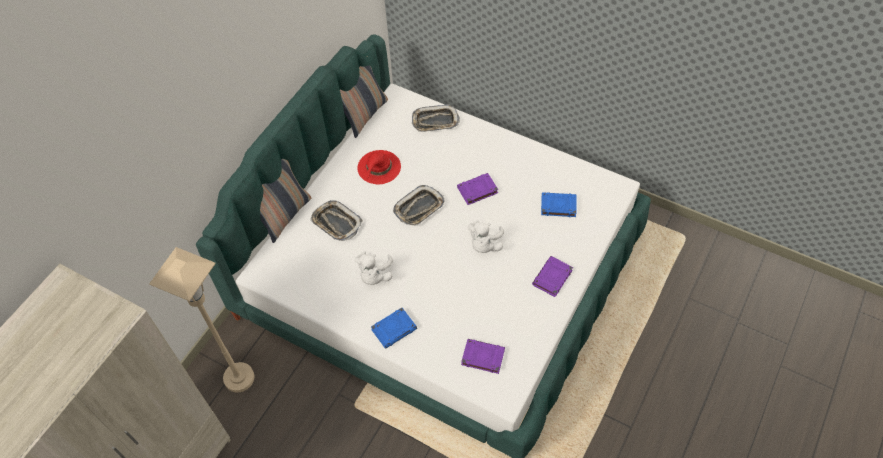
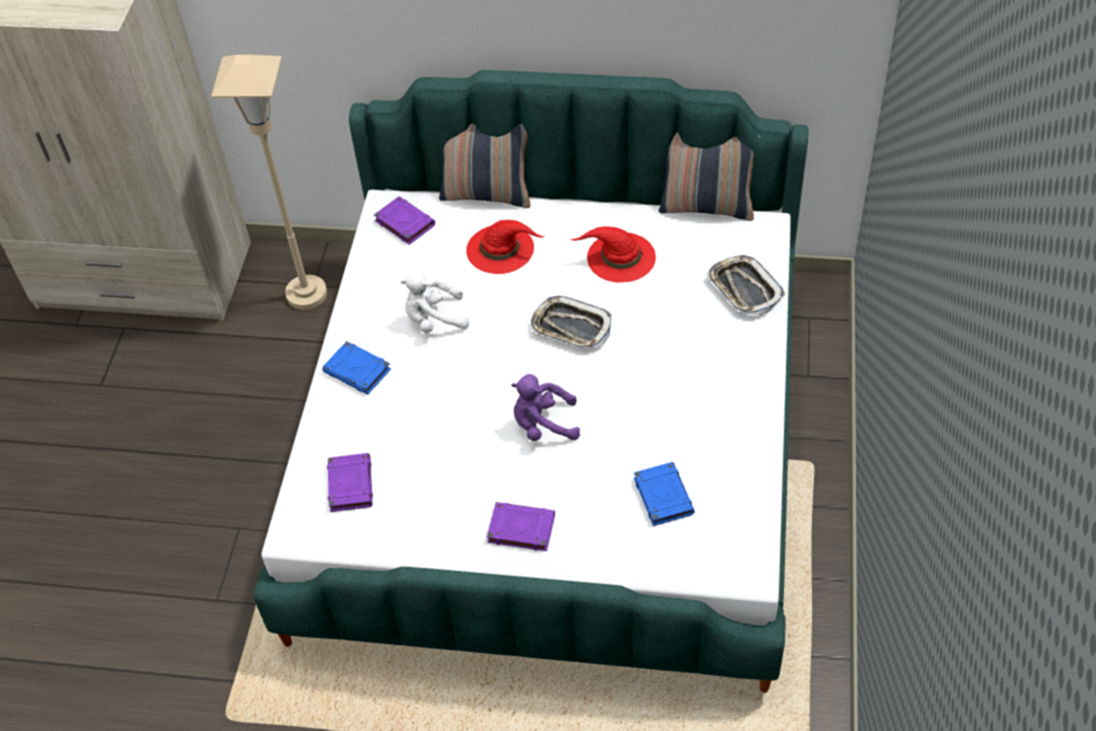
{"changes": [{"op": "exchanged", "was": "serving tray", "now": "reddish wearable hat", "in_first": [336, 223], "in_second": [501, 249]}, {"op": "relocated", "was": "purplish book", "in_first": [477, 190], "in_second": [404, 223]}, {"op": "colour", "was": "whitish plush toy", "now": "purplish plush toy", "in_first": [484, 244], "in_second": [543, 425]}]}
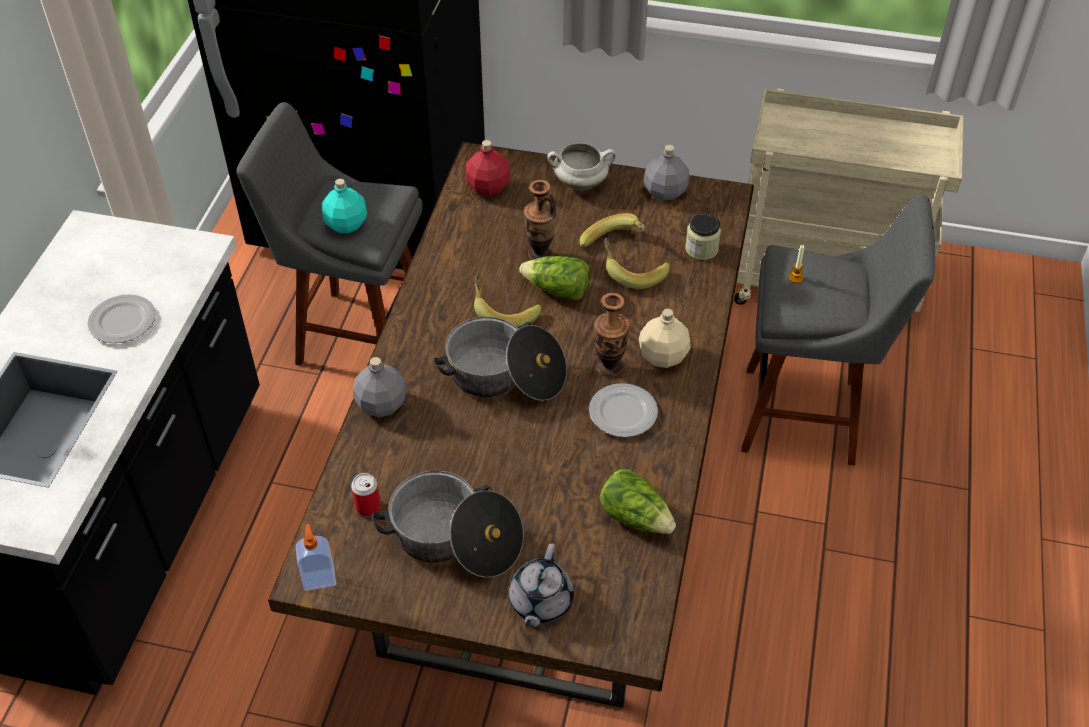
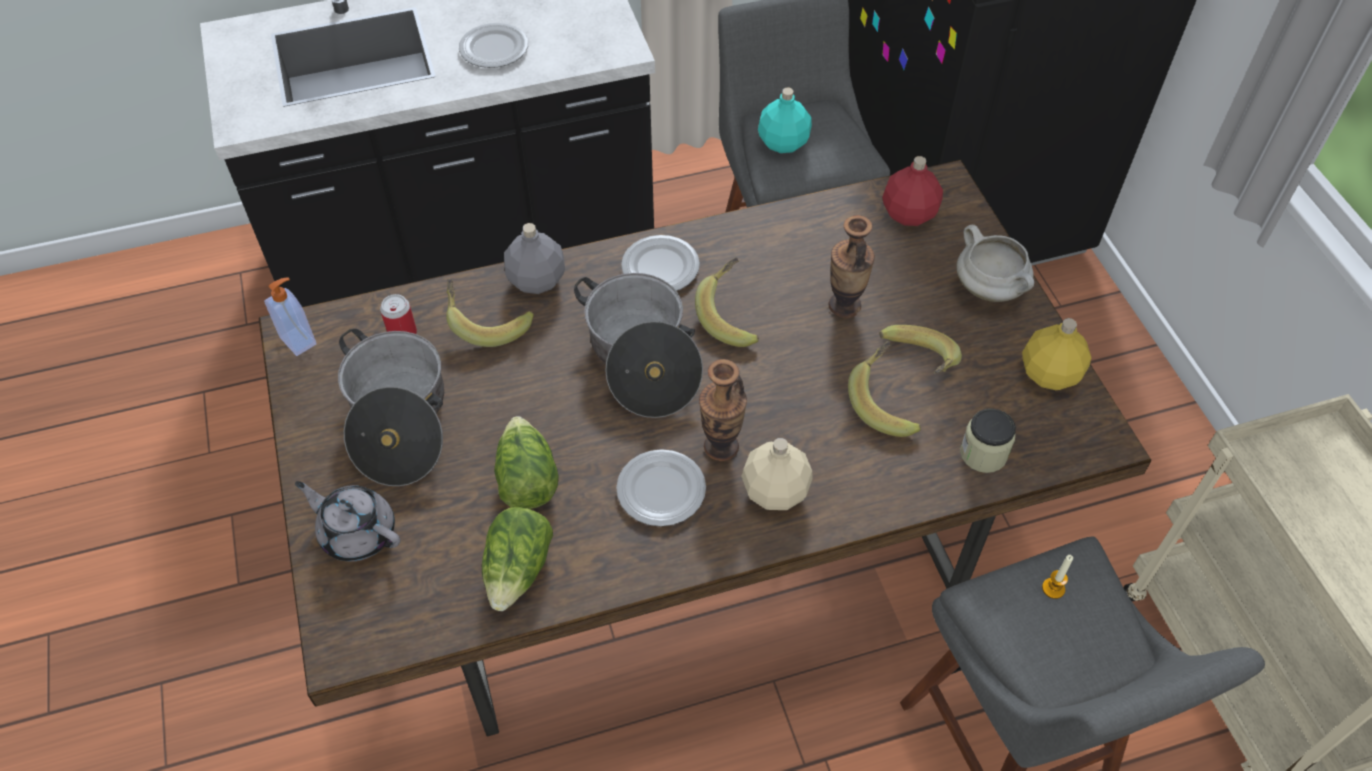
{"changes": [{"op": "spun", "was": "grey teapot", "in_first": [540, 602], "in_second": [357, 532], "clockwise": 45}, {"op": "relocated", "was": "lettuce", "in_first": [557, 290], "in_second": [526, 479]}, {"op": "colour", "was": "grey bottle", "now": "yellowish bottle", "in_first": [665, 192], "in_second": [1049, 374]}, {"op": "appeared", "now": "banana fruit", "in_second": [487, 322]}, {"op": "appeared", "now": "flat dish", "in_second": [660, 268]}]}
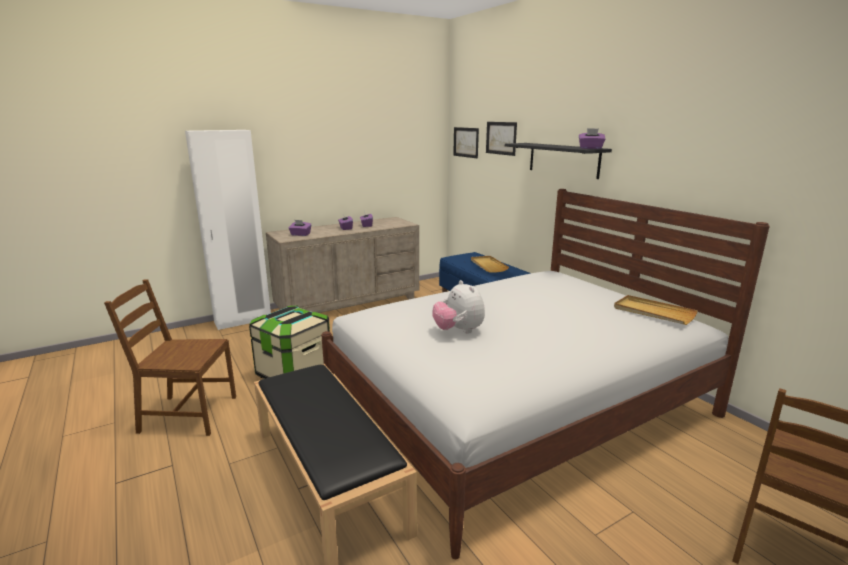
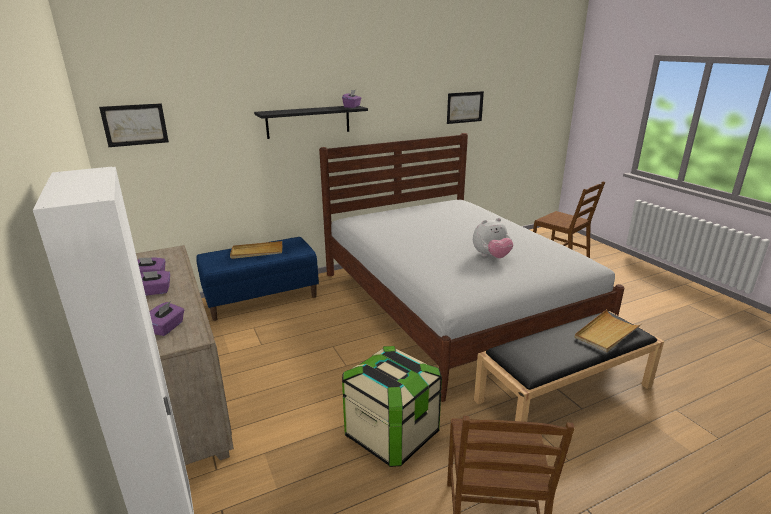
{"changes": [{"op": "relocated", "was": "wall art", "in_first": [501, 138], "in_second": [464, 107]}, {"op": "relocated", "was": "beige-coloured serving tray", "in_first": [653, 312], "in_second": [606, 333]}]}
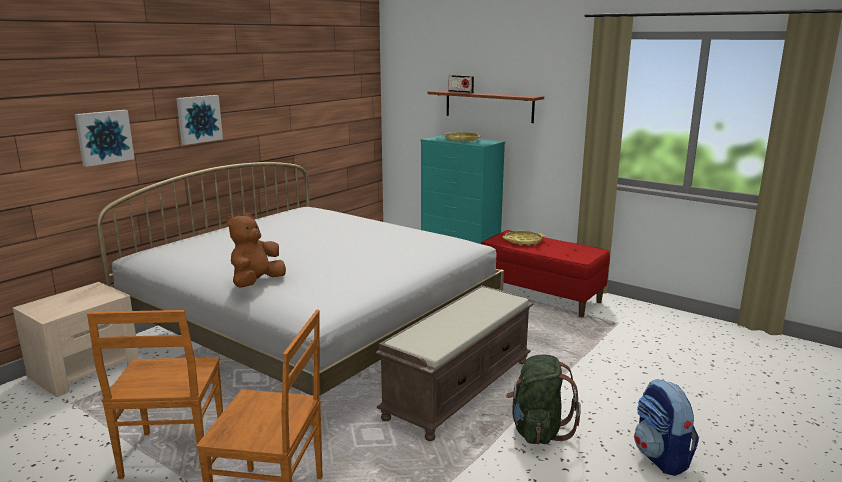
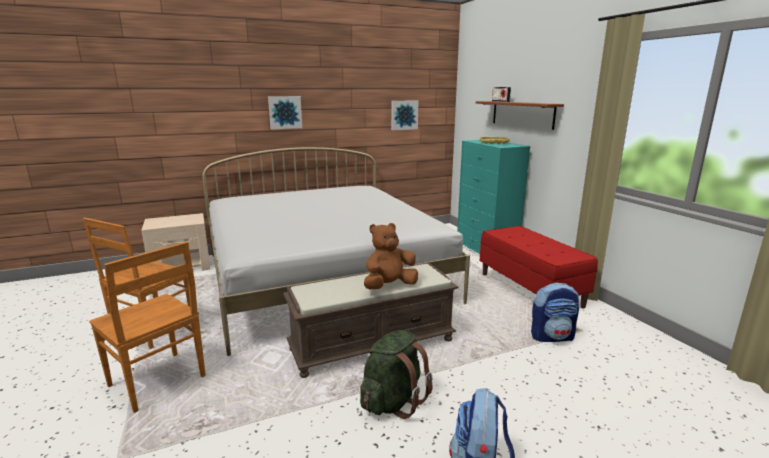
{"changes": [{"op": "relocated", "was": "wall art", "in_first": [104, 137], "in_second": [404, 115]}, {"op": "relocated", "was": "brown plush toy", "in_first": [256, 283], "in_second": [389, 286]}, {"op": "missing", "was": "yellowish serving tray", "in_first": [523, 241]}, {"op": "appeared", "now": "rucksack", "in_second": [552, 336]}]}
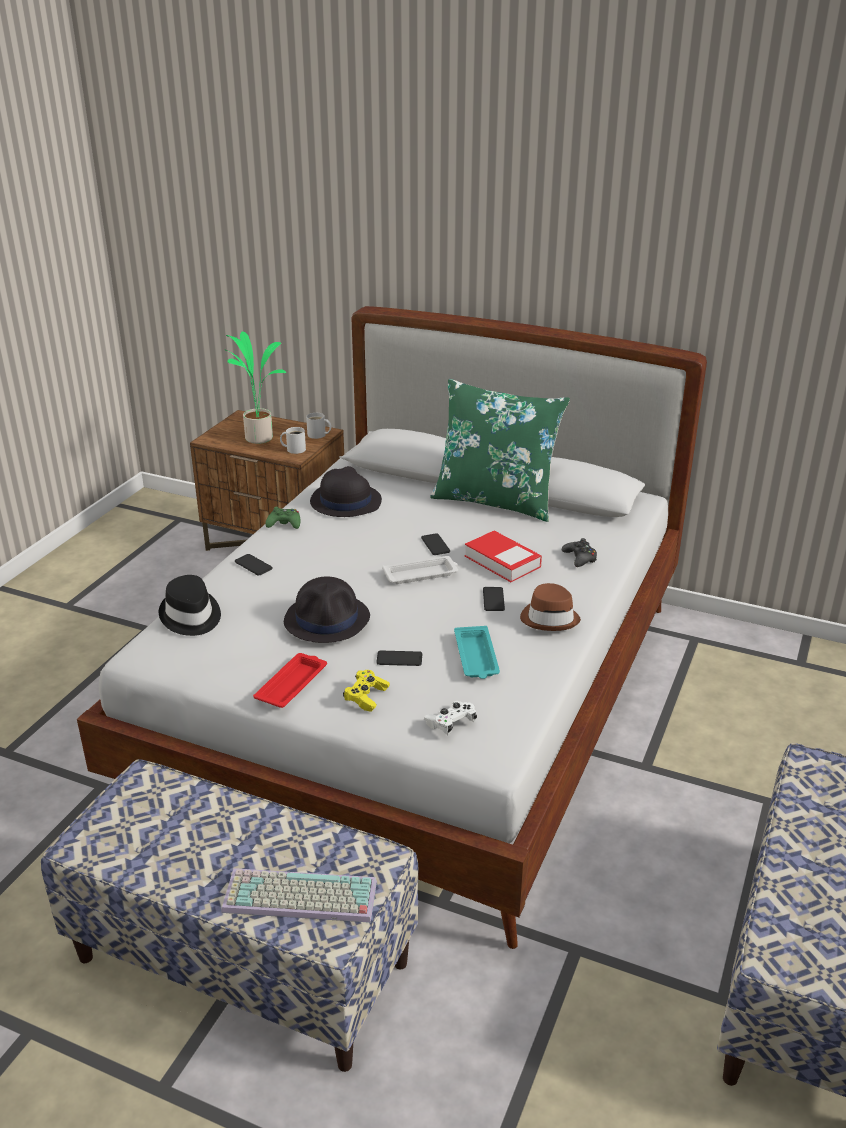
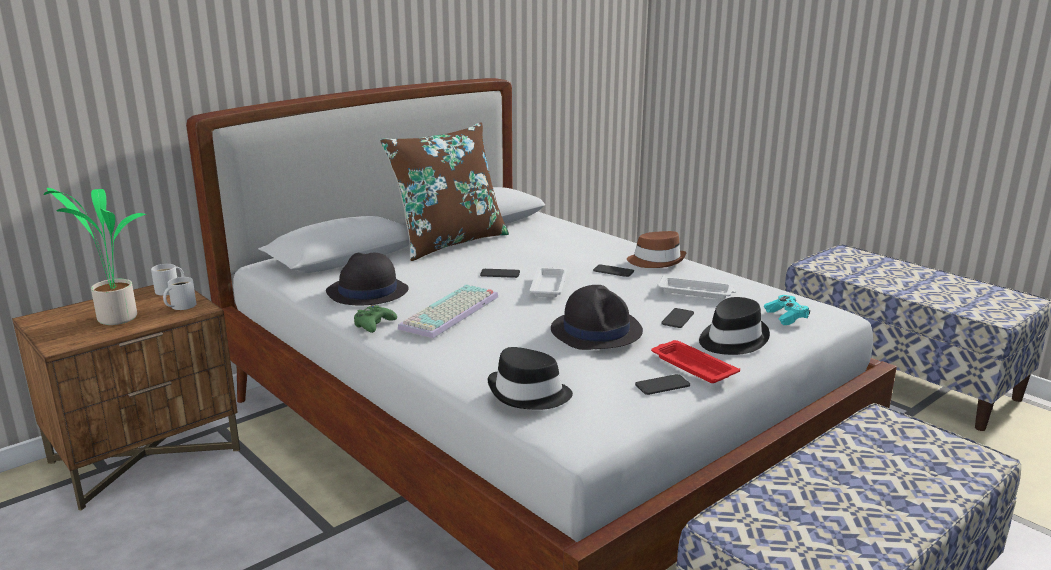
{"changes": [{"op": "relocated", "was": "keyboard", "in_first": [297, 898], "in_second": [451, 313]}, {"op": "relocated", "was": "phone", "in_first": [253, 565], "in_second": [662, 385]}, {"op": "exchanged", "was": "yellowish game controller", "now": "black-coloured wearable hat", "in_first": [366, 697], "in_second": [731, 339]}, {"op": "colour", "was": "whitish game controller", "now": "turquoise-coloured game controller", "in_first": [451, 723], "in_second": [786, 317]}, {"op": "colour", "was": "green cushion", "now": "brown cushion", "in_first": [495, 500], "in_second": [449, 242]}, {"op": "colour", "was": "turquoise-coloured serving tray", "now": "whitish serving tray", "in_first": [476, 657], "in_second": [696, 292]}, {"op": "missing", "was": "book", "in_first": [502, 561]}, {"op": "missing", "was": "black-coloured game controller", "in_first": [580, 558]}]}
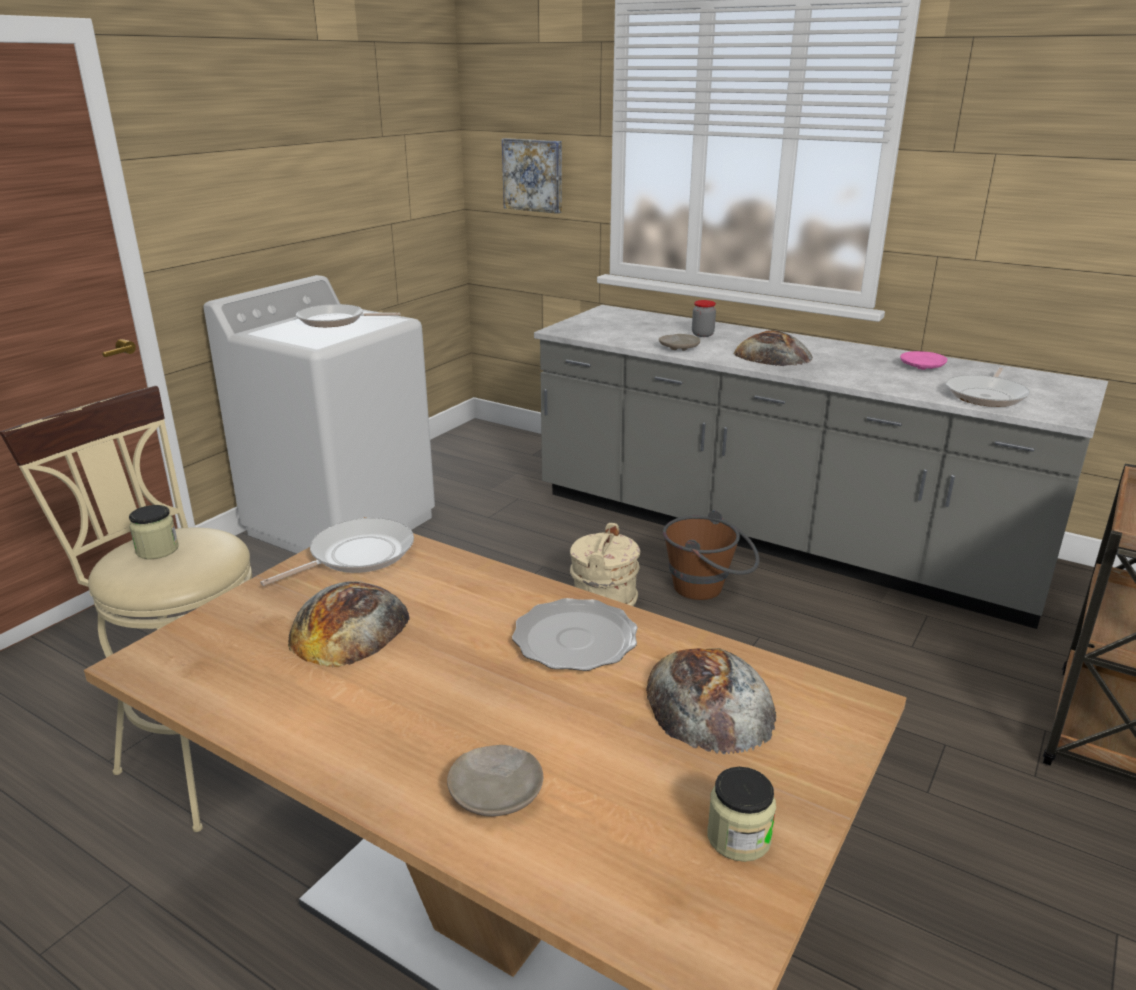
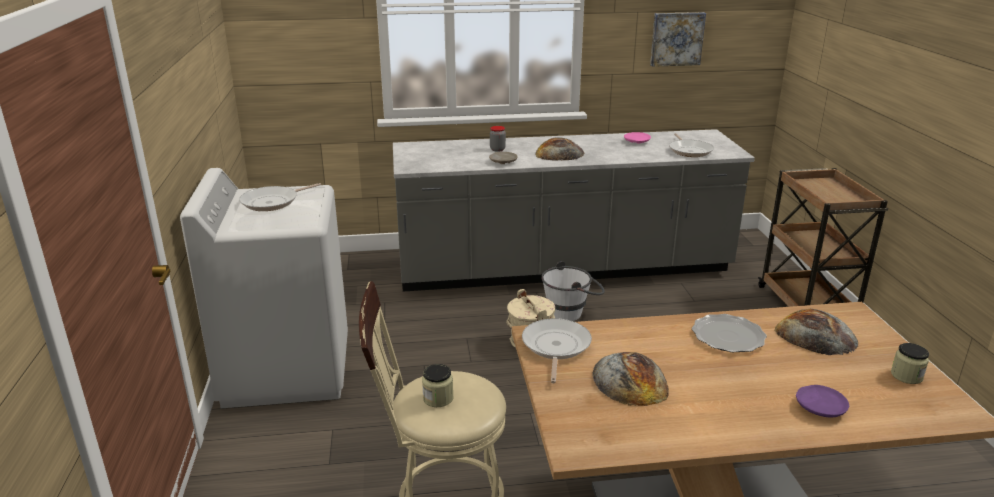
{"changes": [{"op": "colour", "was": "beige-coloured flat dish", "now": "purplish flat dish", "in_first": [497, 792], "in_second": [820, 407]}, {"op": "relocated", "was": "wall art", "in_first": [534, 175], "in_second": [676, 38]}, {"op": "colour", "was": "brown pail", "now": "whitish pail", "in_first": [708, 589], "in_second": [572, 312]}]}
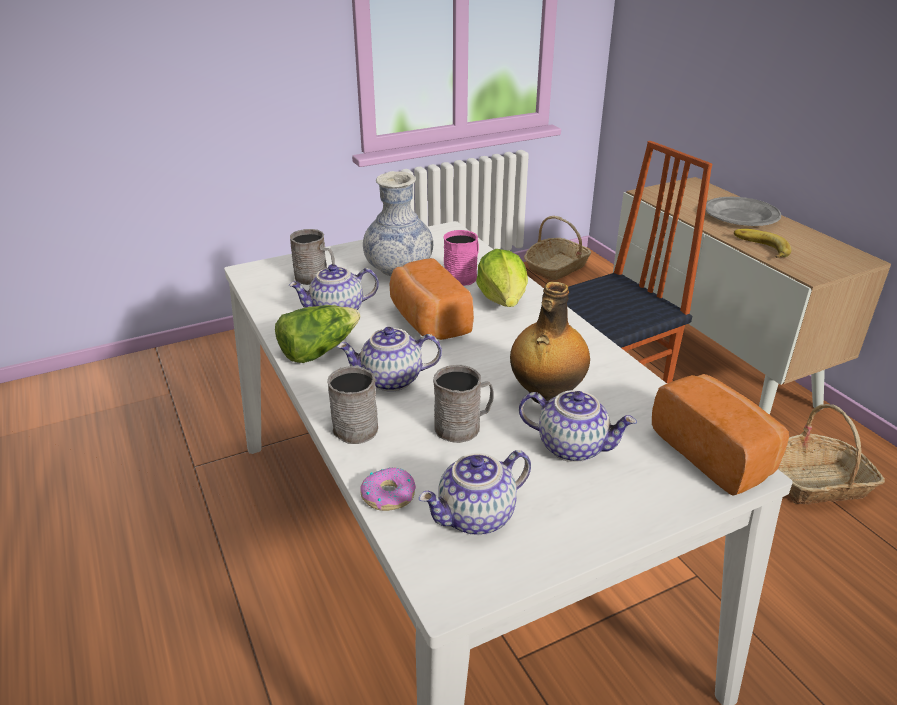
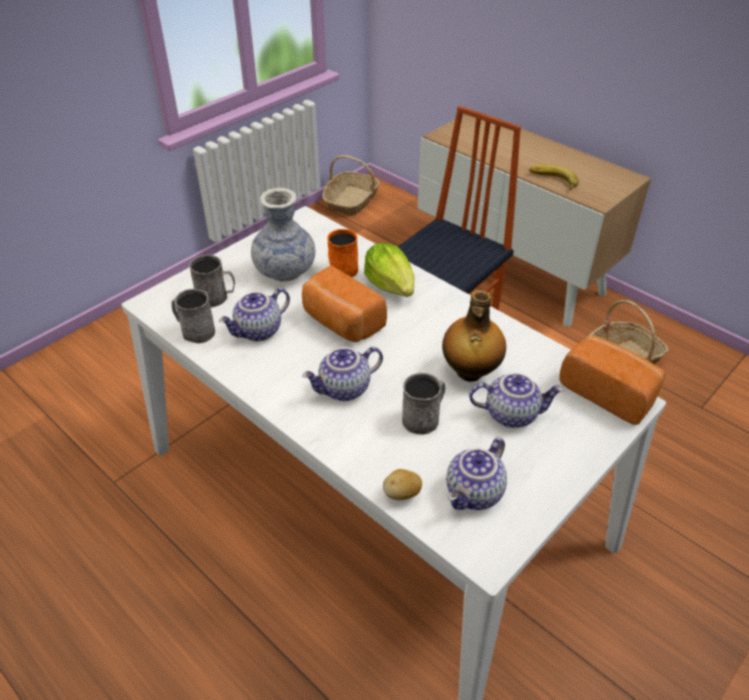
{"changes": [{"op": "missing", "was": "lettuce", "in_first": [318, 350]}, {"op": "relocated", "was": "grey coffee mug", "in_first": [351, 426], "in_second": [194, 331]}, {"op": "exchanged", "was": "doughnut", "now": "potato", "in_first": [388, 495], "in_second": [402, 494]}, {"op": "colour", "was": "pinkish coffee mug", "now": "orange-coloured coffee mug", "in_first": [463, 276], "in_second": [345, 267]}, {"op": "missing", "was": "grey flat dish", "in_first": [741, 216]}]}
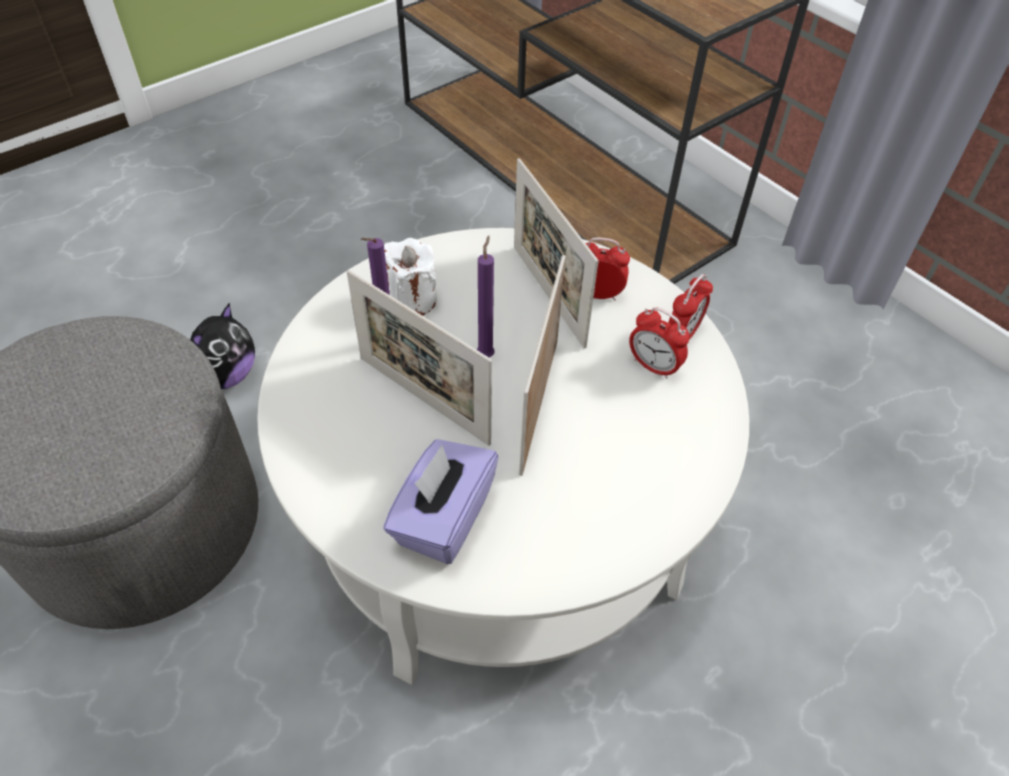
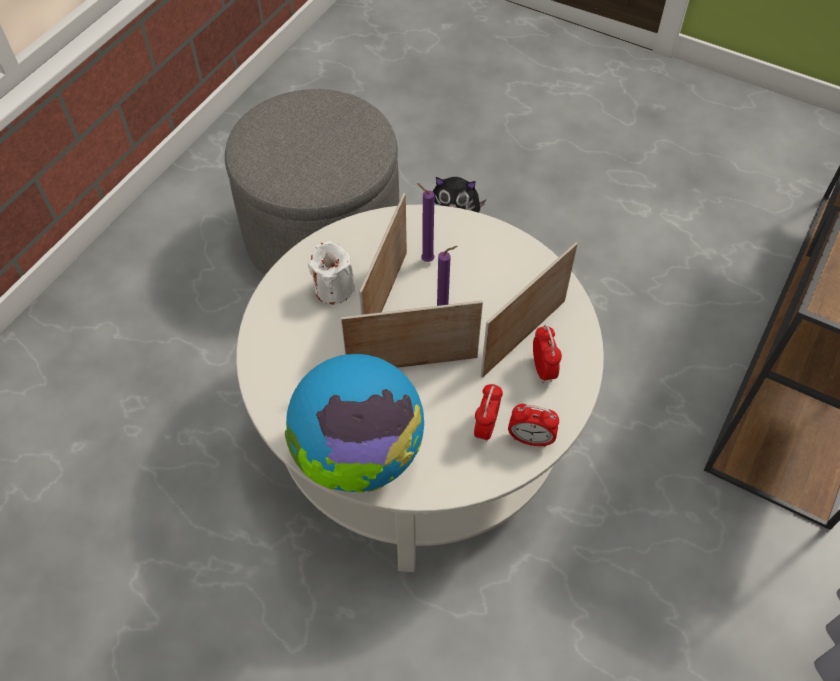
{"changes": [{"op": "missing", "was": "purplish tissue box", "in_first": [443, 518]}, {"op": "relocated", "was": "whitish wax candle", "in_first": [412, 300], "in_second": [333, 289]}, {"op": "appeared", "now": "globe", "in_second": [359, 455]}]}
